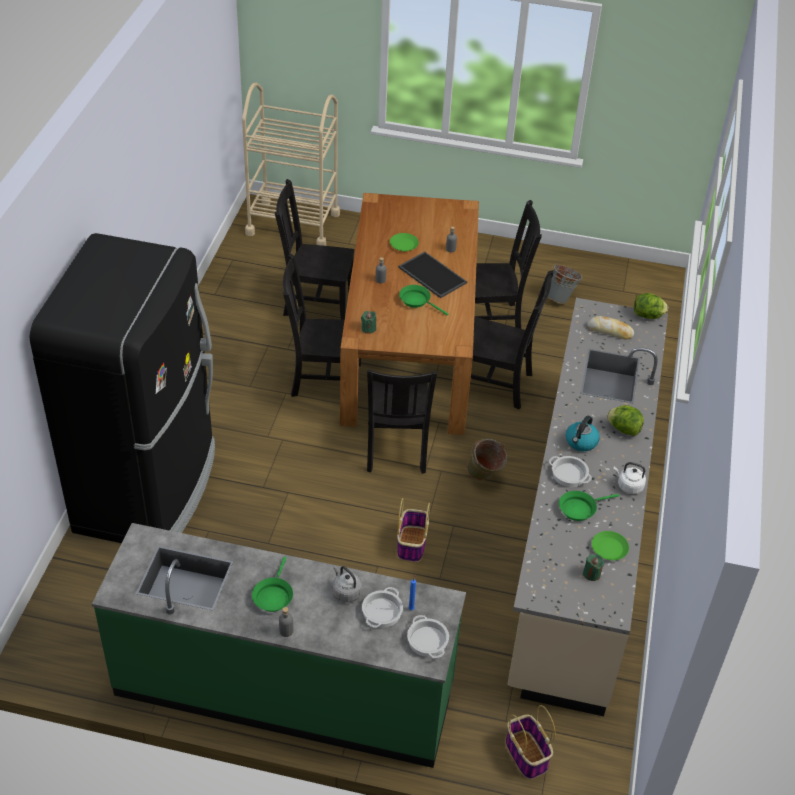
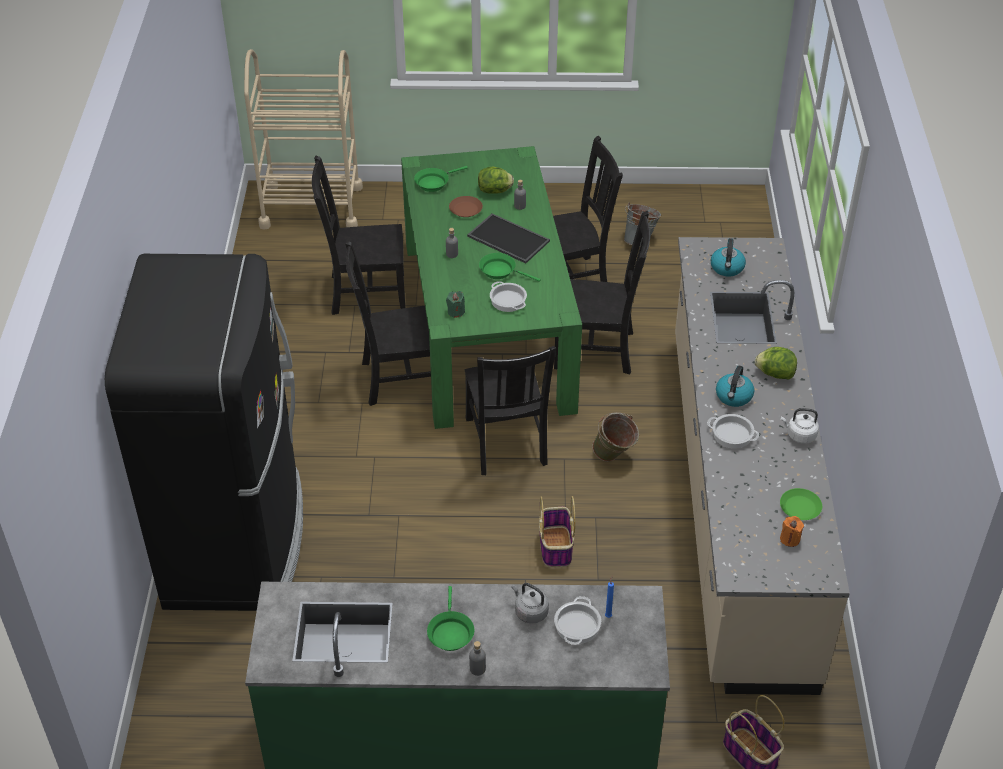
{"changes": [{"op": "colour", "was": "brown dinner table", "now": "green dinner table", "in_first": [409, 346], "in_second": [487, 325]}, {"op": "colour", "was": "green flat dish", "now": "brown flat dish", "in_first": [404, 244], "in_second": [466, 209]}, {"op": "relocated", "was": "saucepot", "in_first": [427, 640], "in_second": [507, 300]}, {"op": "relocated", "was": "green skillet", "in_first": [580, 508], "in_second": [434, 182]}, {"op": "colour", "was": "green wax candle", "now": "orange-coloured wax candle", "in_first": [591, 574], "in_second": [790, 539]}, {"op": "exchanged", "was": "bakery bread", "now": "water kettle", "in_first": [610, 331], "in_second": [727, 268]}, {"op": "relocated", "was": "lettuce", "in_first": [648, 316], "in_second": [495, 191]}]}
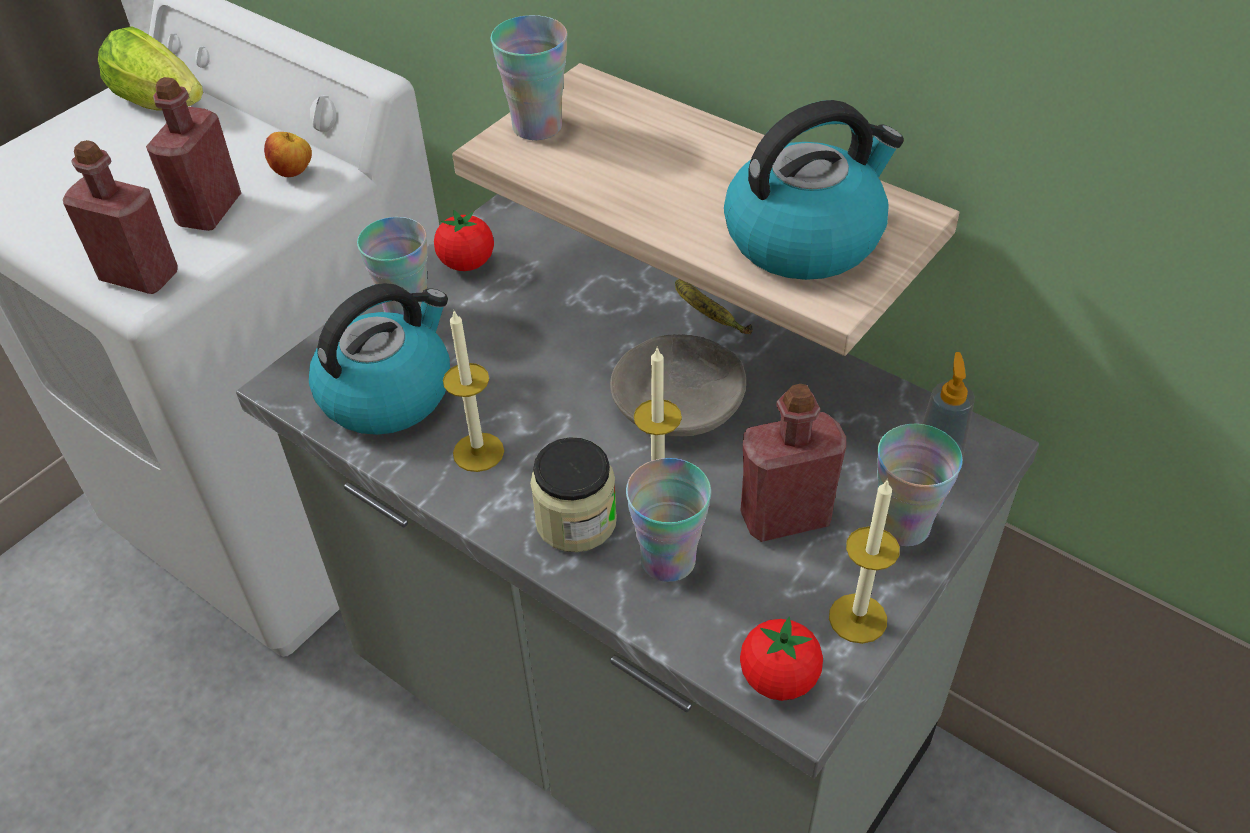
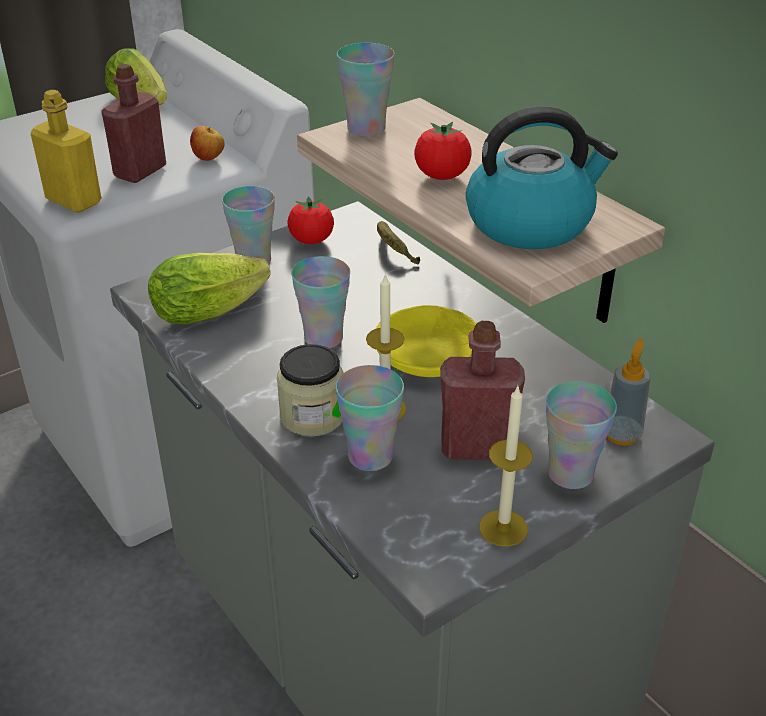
{"changes": [{"op": "colour", "was": "reddish bottle", "now": "yellowish bottle", "in_first": [140, 276], "in_second": [74, 201]}, {"op": "exchanged", "was": "water kettle", "now": "lettuce", "in_first": [388, 392], "in_second": [215, 308]}, {"op": "missing", "was": "wax candle", "in_first": [478, 452]}, {"op": "colour", "was": "grey serving bowl", "now": "yellowish serving bowl", "in_first": [680, 401], "in_second": [429, 356]}, {"op": "relocated", "was": "banana fruit", "in_first": [707, 316], "in_second": [393, 249]}, {"op": "relocated", "was": "whole tomato", "in_first": [778, 678], "in_second": [442, 176]}, {"op": "appeared", "now": "drinking cup", "in_second": [323, 338]}]}
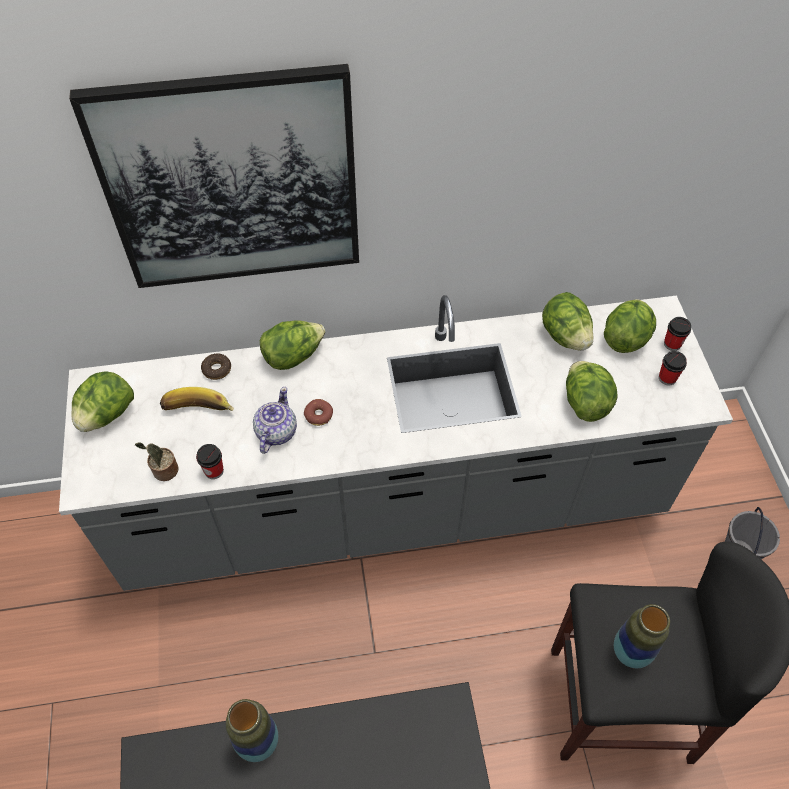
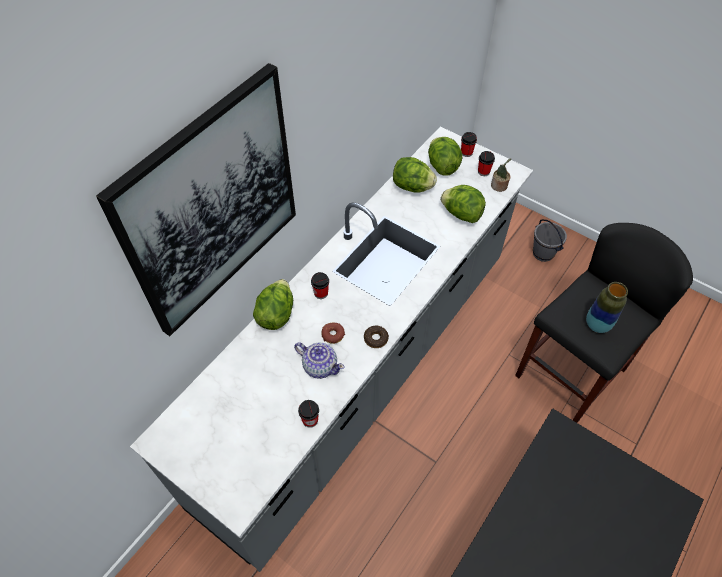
{"changes": [{"op": "missing", "was": "lettuce", "in_first": [107, 415]}, {"op": "relocated", "was": "potted plant", "in_first": [164, 471], "in_second": [499, 186]}, {"op": "missing", "was": "banana fruit", "in_first": [198, 412]}, {"op": "relocated", "was": "doughnut", "in_first": [217, 369], "in_second": [376, 339]}, {"op": "missing", "was": "flower vase", "in_first": [258, 742]}, {"op": "spun", "was": "teapot", "in_first": [275, 432], "in_second": [320, 366], "clockwise": 150}, {"op": "appeared", "now": "drinking cup", "in_second": [321, 293]}]}
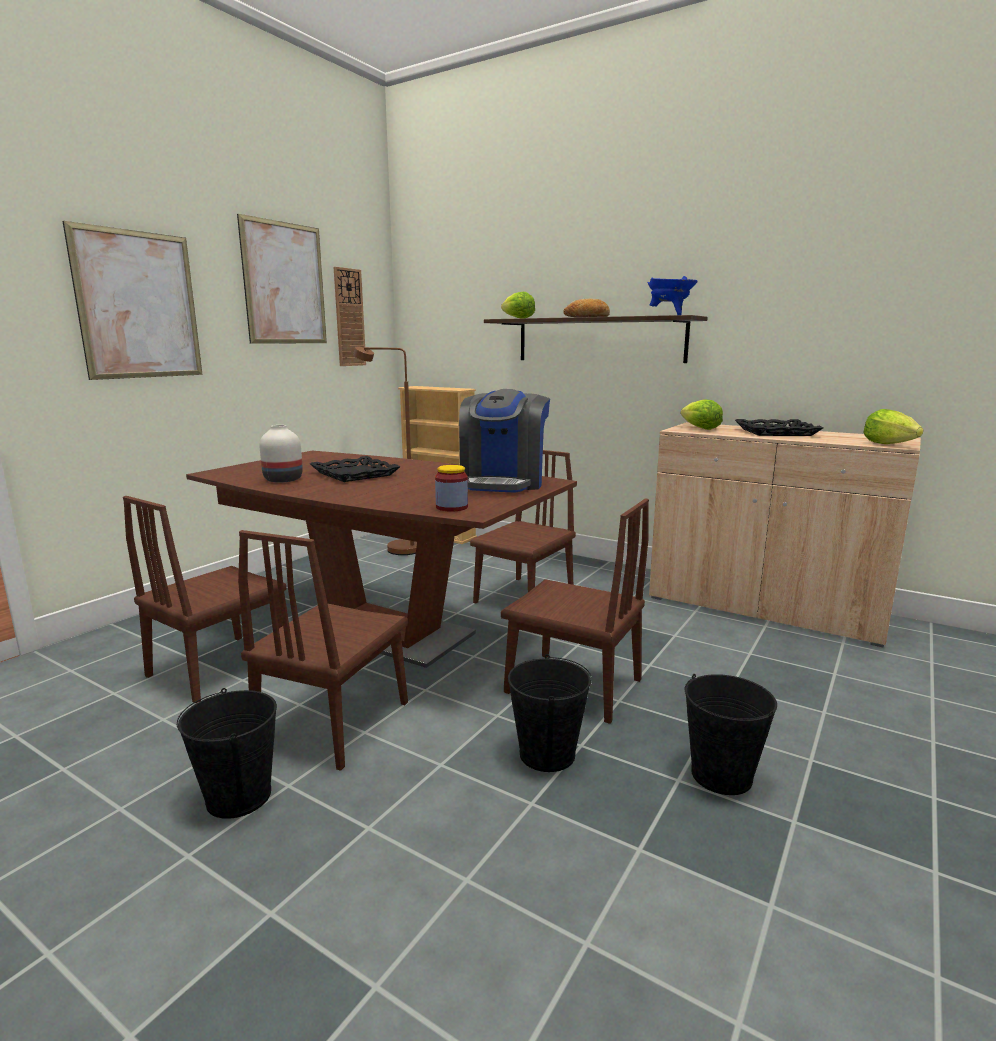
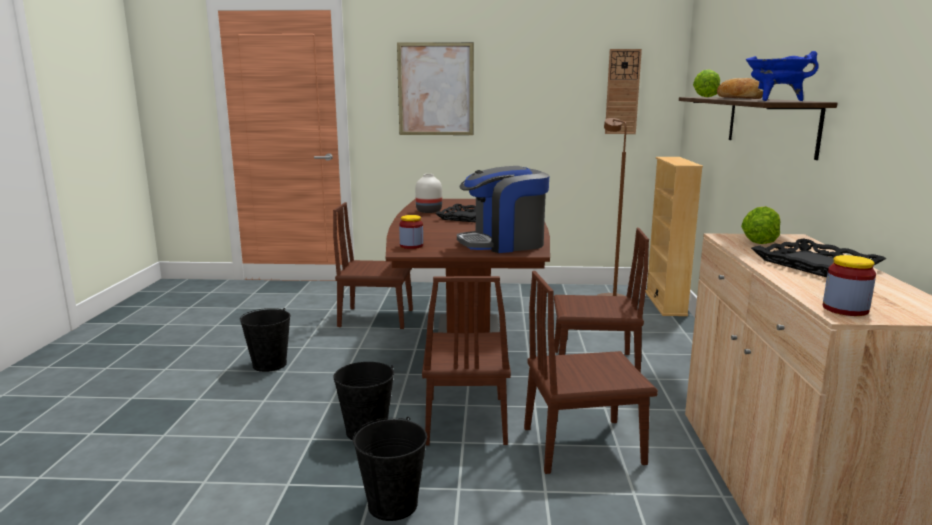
{"changes": [{"op": "missing", "was": "wall art", "in_first": [285, 283]}, {"op": "relocated", "was": "brown chair", "in_first": [334, 722], "in_second": [583, 445]}, {"op": "exchanged", "was": "lettuce", "now": "preserve jar", "in_first": [888, 444], "in_second": [845, 309]}]}
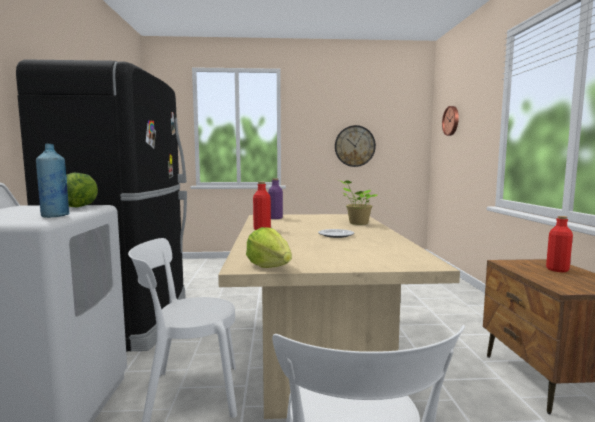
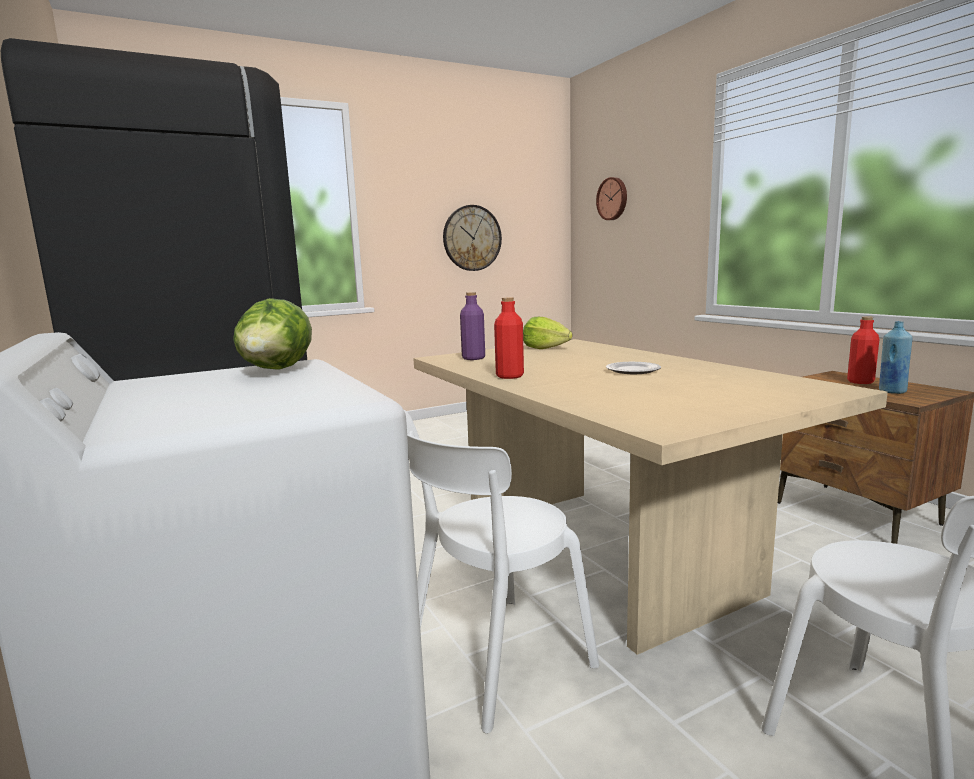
{"changes": [{"op": "relocated", "was": "blue-coloured bottle", "in_first": [55, 216], "in_second": [891, 391]}, {"op": "relocated", "was": "lettuce", "in_first": [270, 266], "in_second": [545, 348]}, {"op": "missing", "was": "potted plant", "in_first": [357, 223]}]}
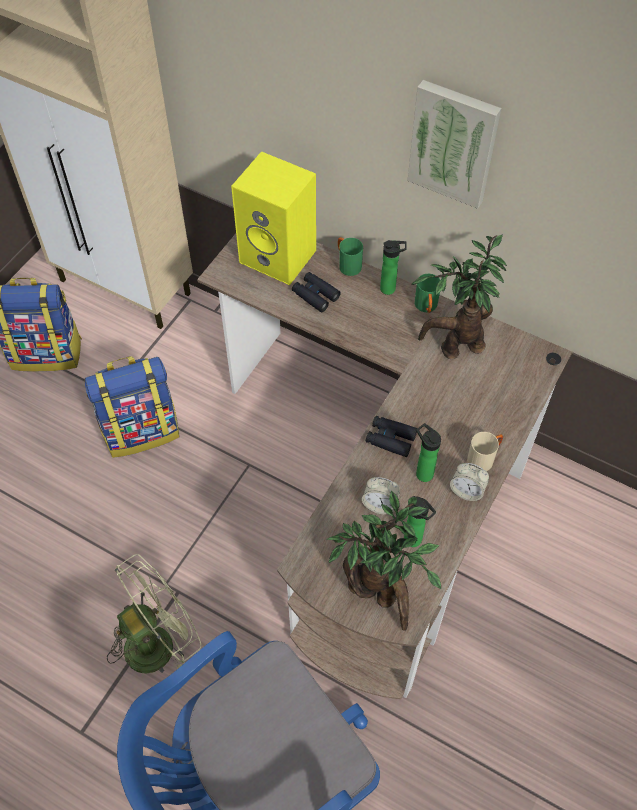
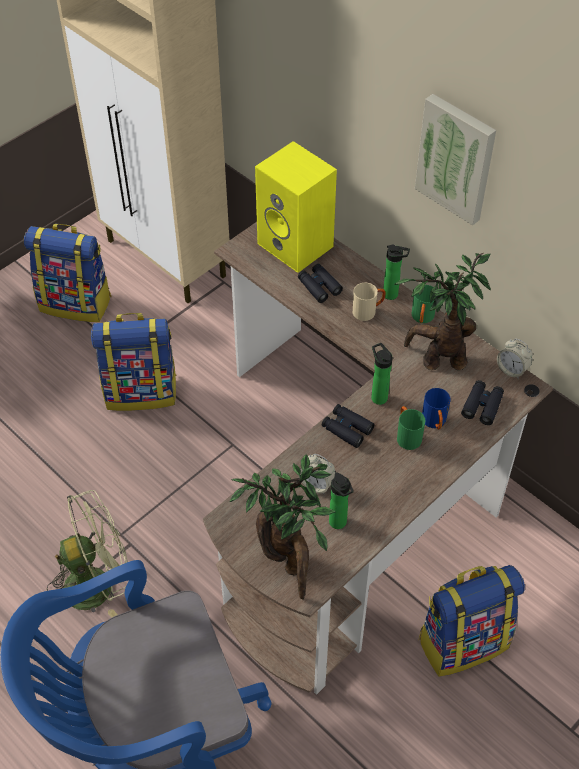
{"changes": [{"op": "relocated", "was": "green coffee mug", "in_first": [347, 264], "in_second": [407, 436]}, {"op": "relocated", "was": "bottle", "in_first": [422, 472], "in_second": [378, 396]}, {"op": "relocated", "was": "bedside clock", "in_first": [467, 491], "in_second": [512, 370]}, {"op": "relocated", "was": "beige-coloured coffee mug", "in_first": [484, 458], "in_second": [368, 311]}, {"op": "appeared", "now": "rucksack", "in_second": [463, 641]}, {"op": "appeared", "now": "blue-coloured coffee mug", "in_second": [435, 423]}, {"op": "appeared", "now": "black-coloured binoculars", "in_second": [482, 406]}]}
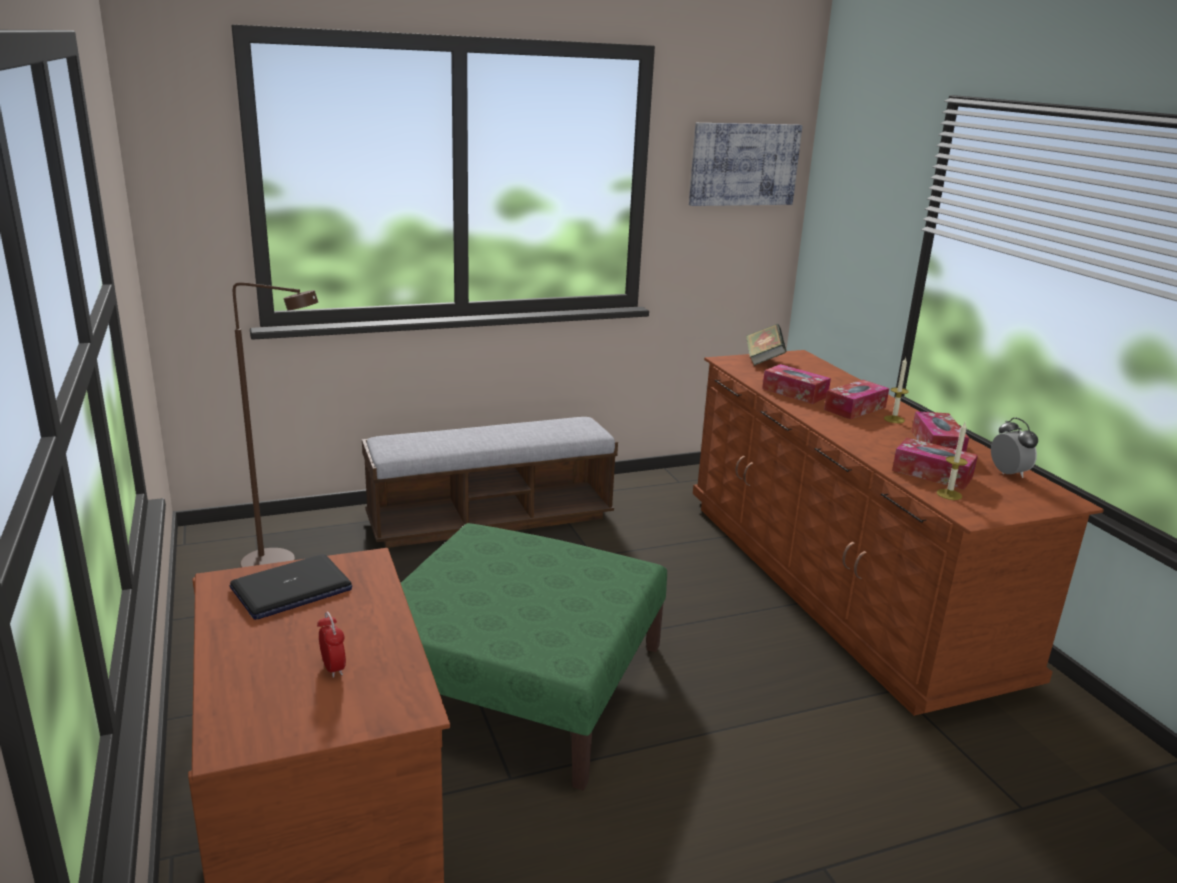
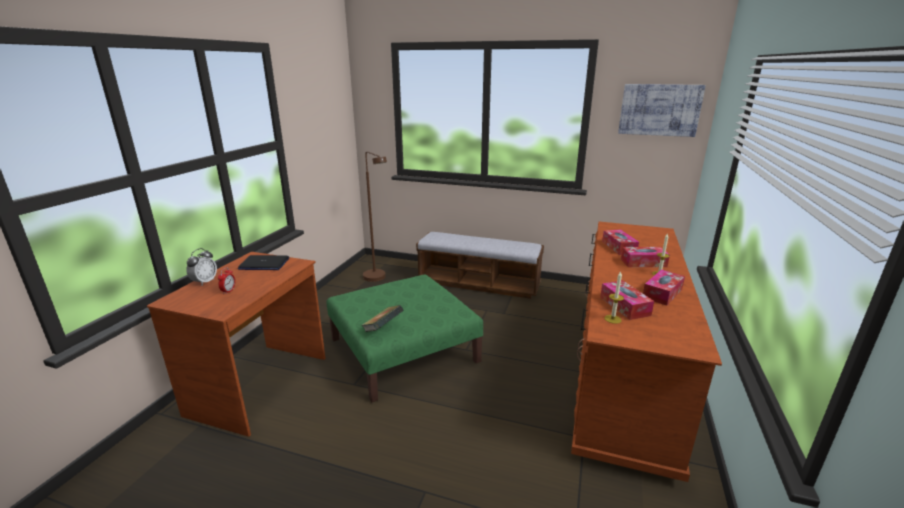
{"changes": [{"op": "relocated", "was": "book", "in_first": [763, 359], "in_second": [383, 328]}, {"op": "relocated", "was": "bedside clock", "in_first": [1008, 473], "in_second": [204, 282]}]}
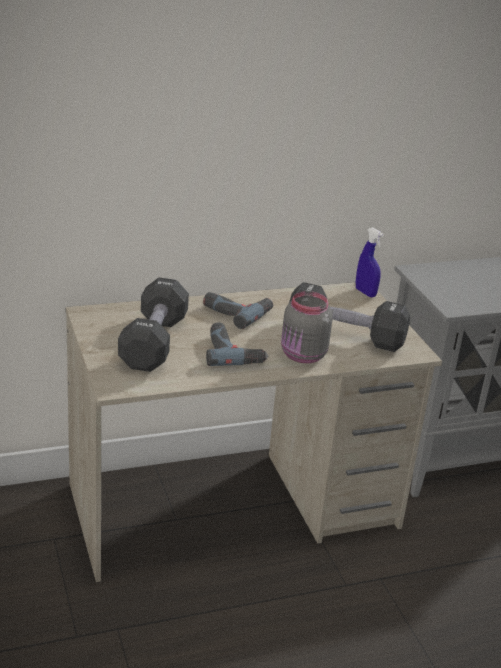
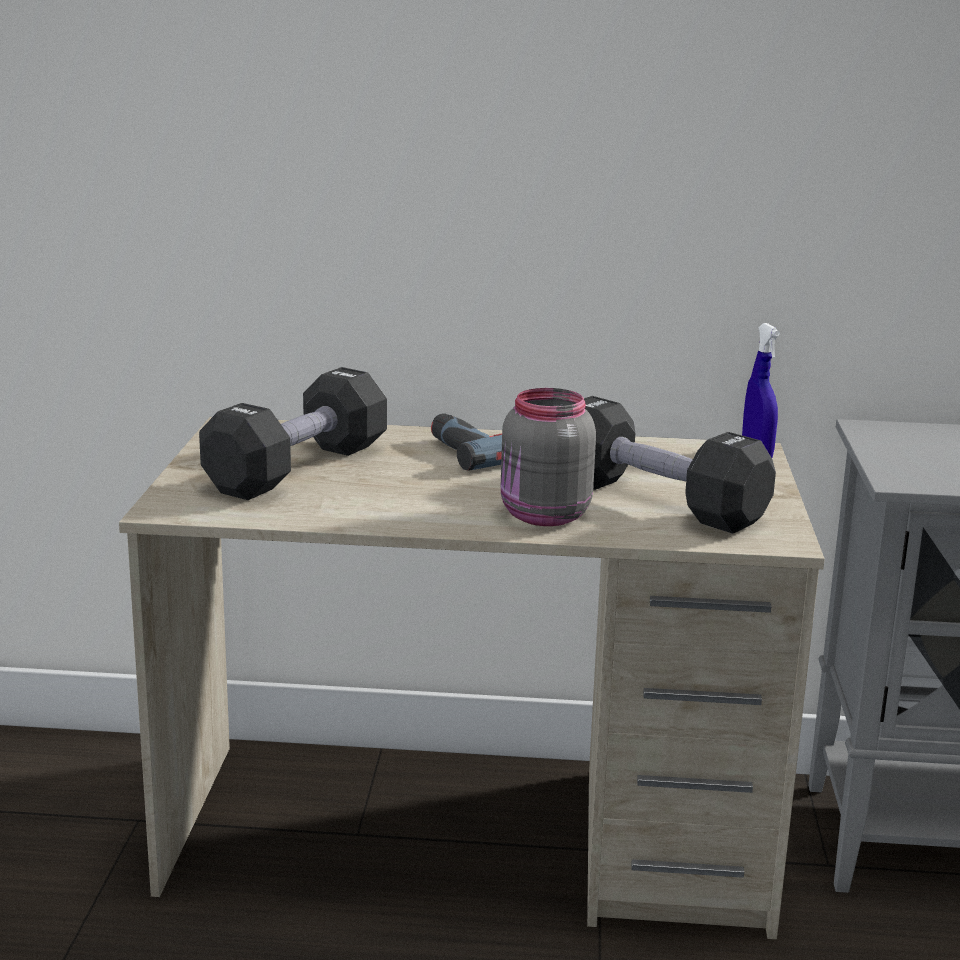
{"changes": [{"op": "missing", "was": "power drill", "in_first": [233, 352]}]}
